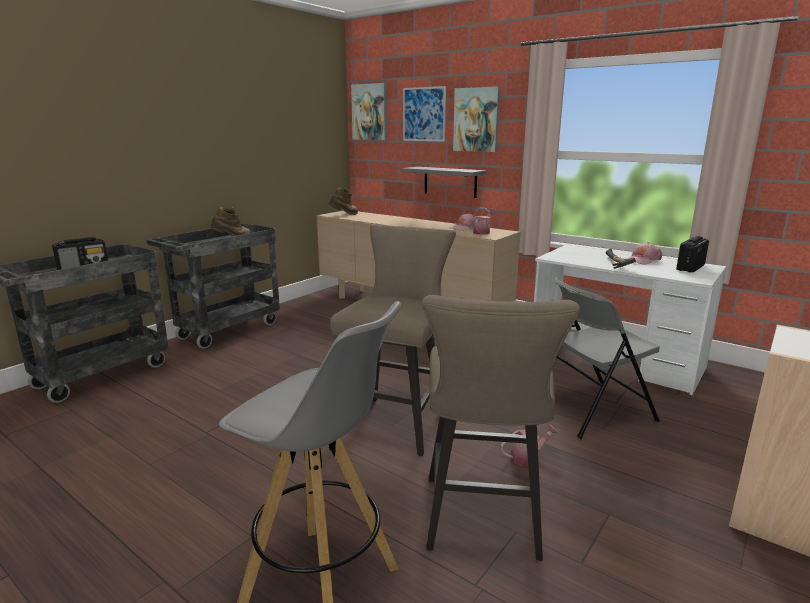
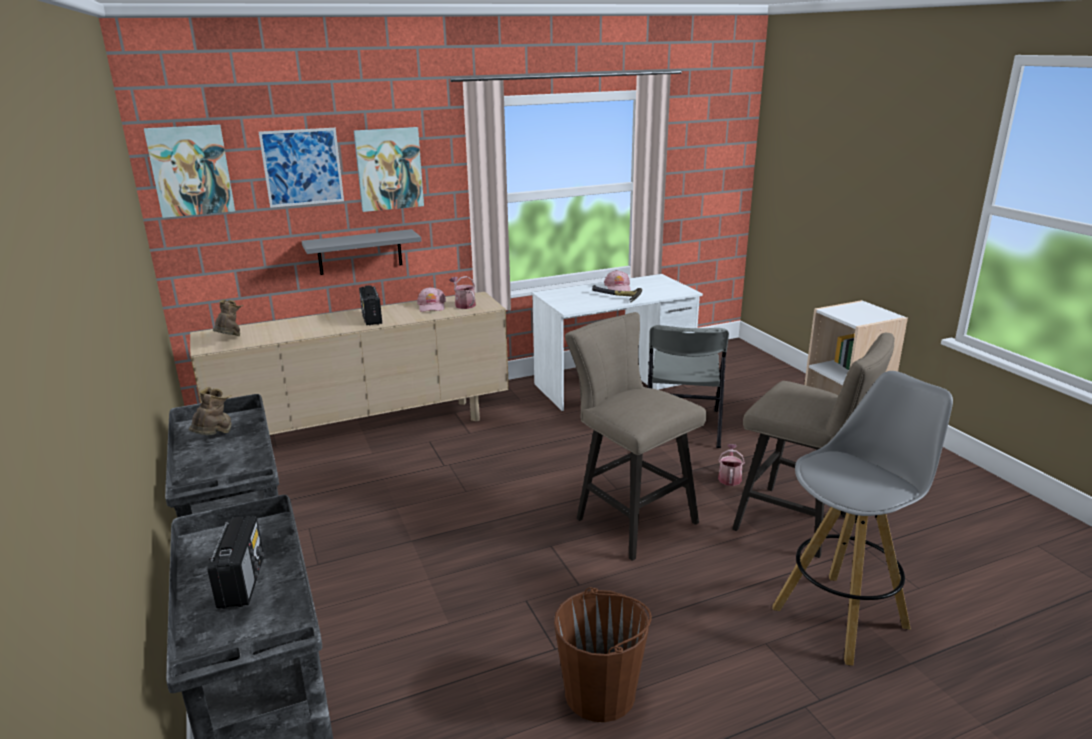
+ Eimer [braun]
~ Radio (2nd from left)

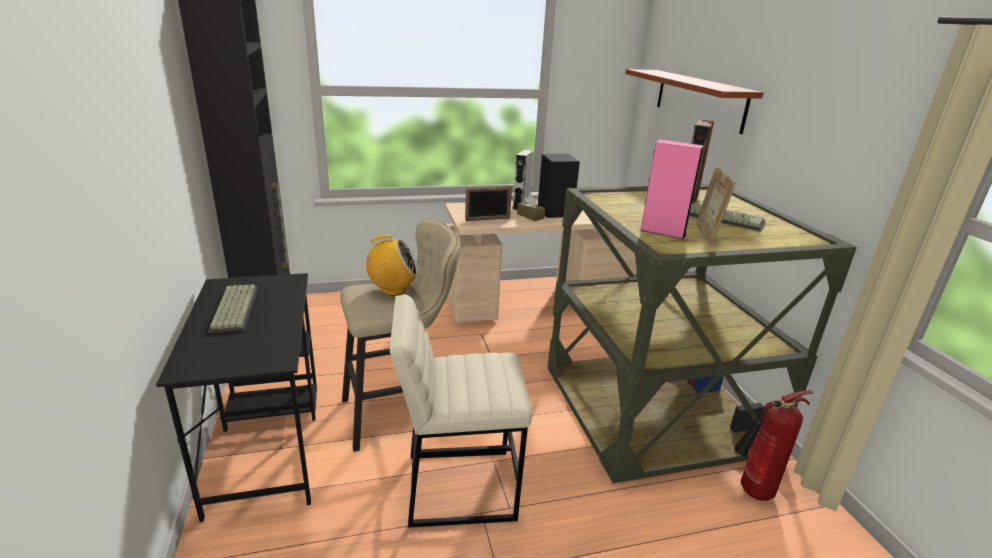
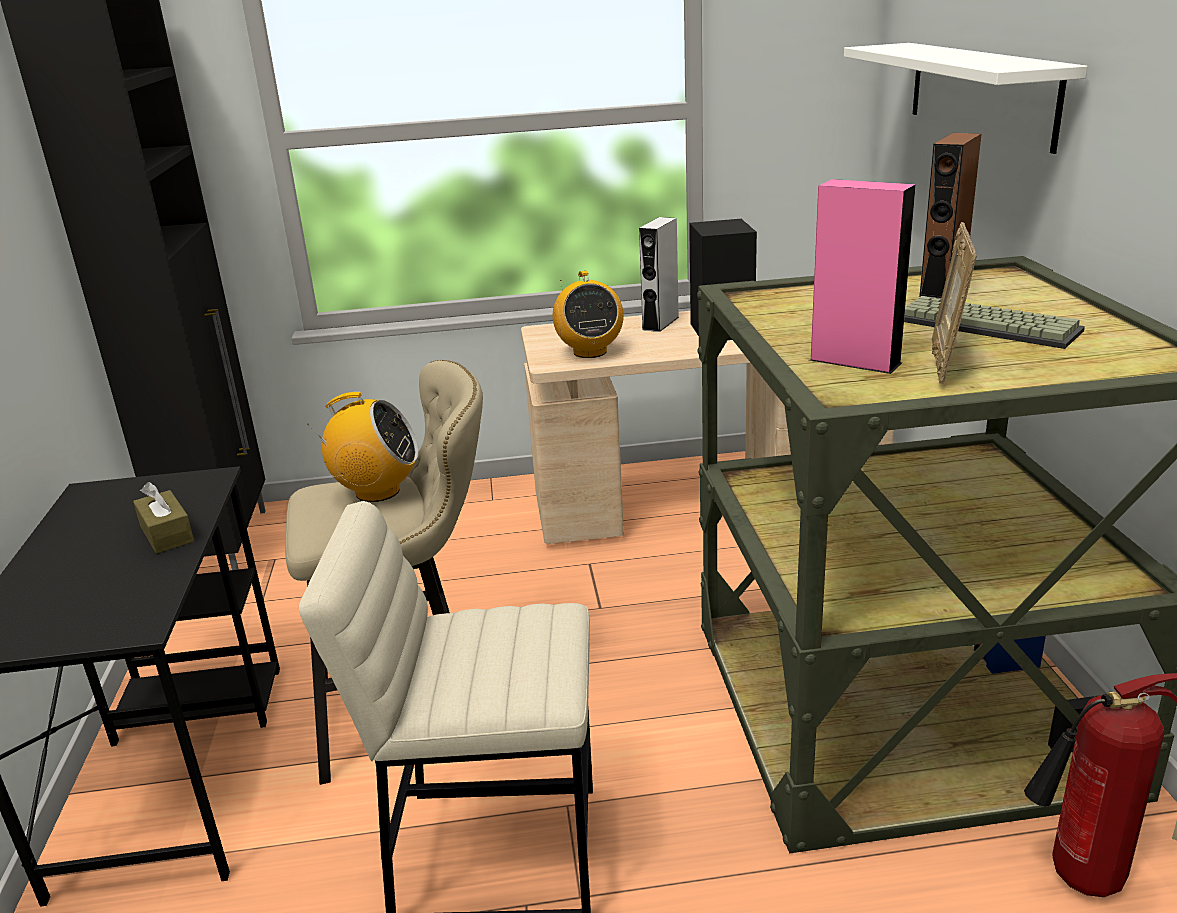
- Tastatur (1st from left)
~ Taschentuchbox [braun]
~ Bilderrahmen (1st from left) to Radio (2nd from left)
~ Wandregal [braun] to Wandregal [weiß]

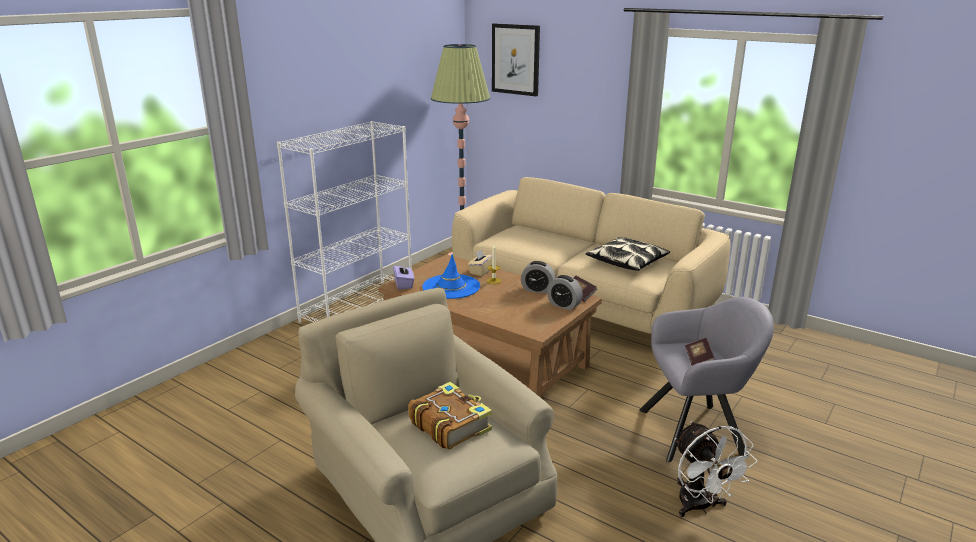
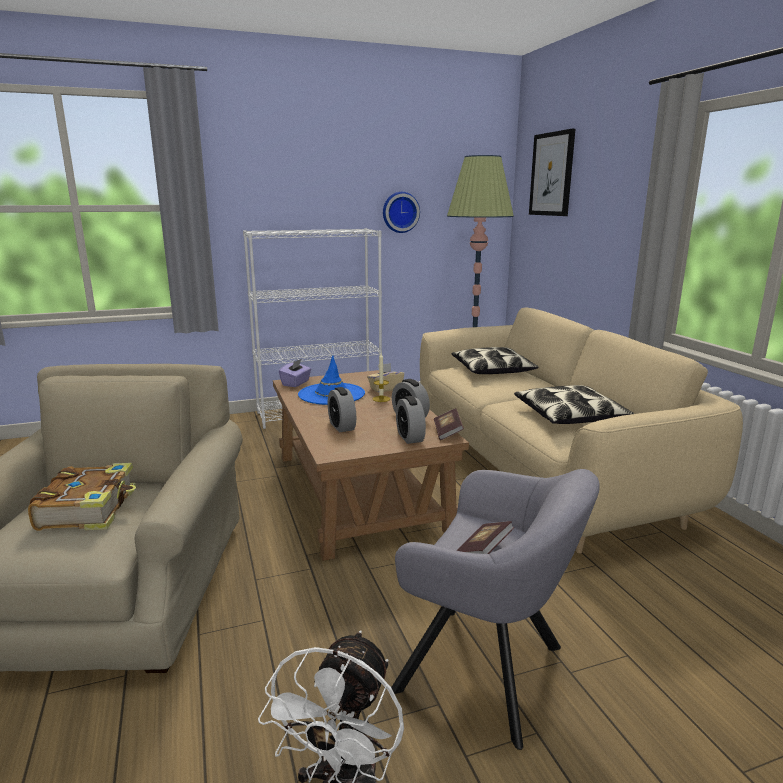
+ Wecker (1st from left)
+ Wanduhr
+ Kissen (1st from left)

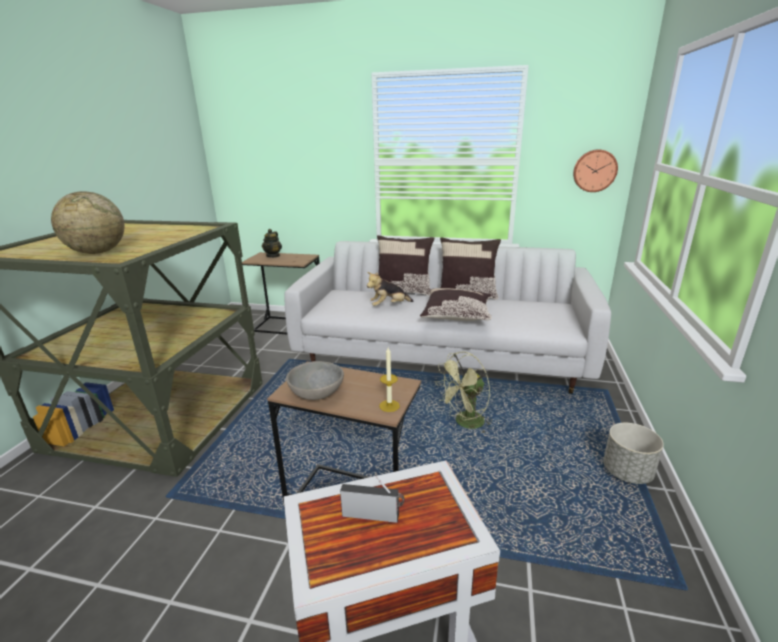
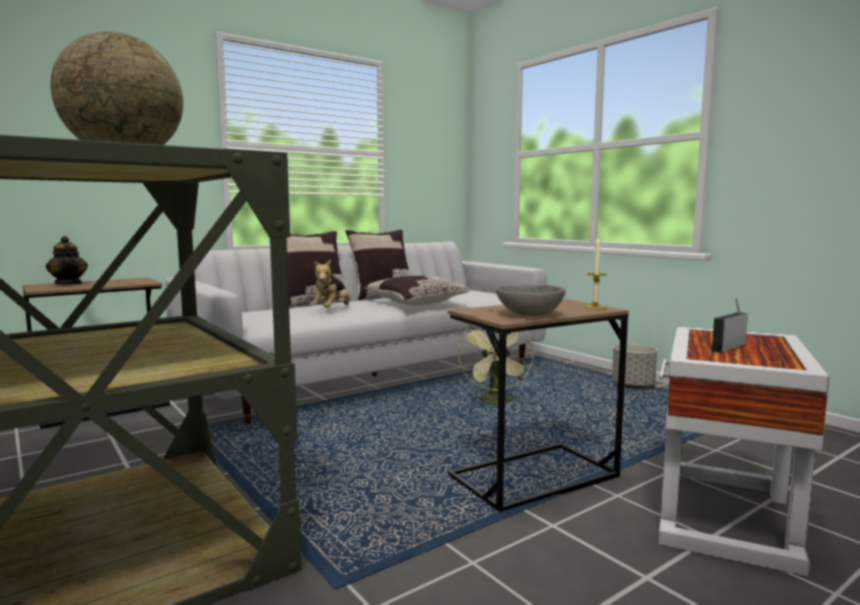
- Wanduhr

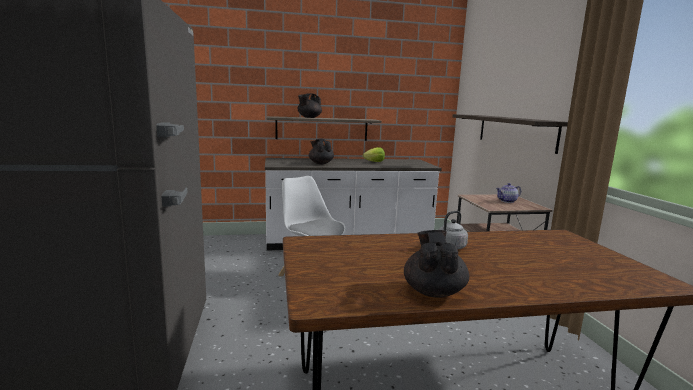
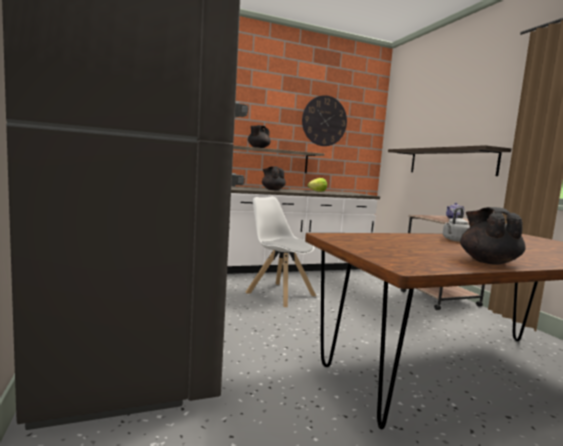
+ Wanduhr

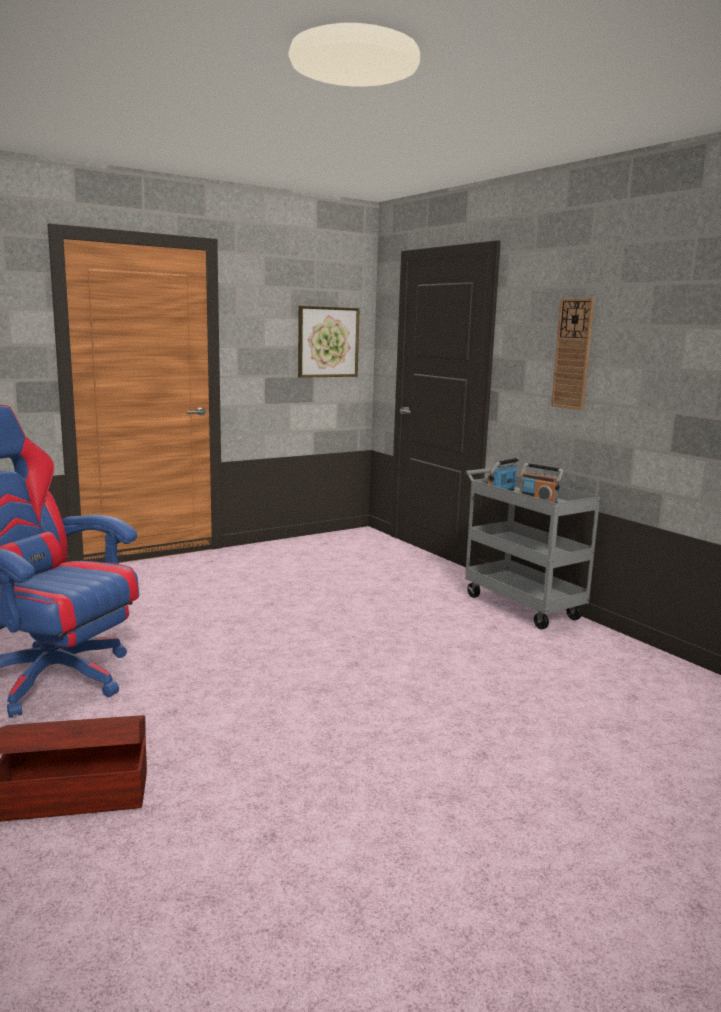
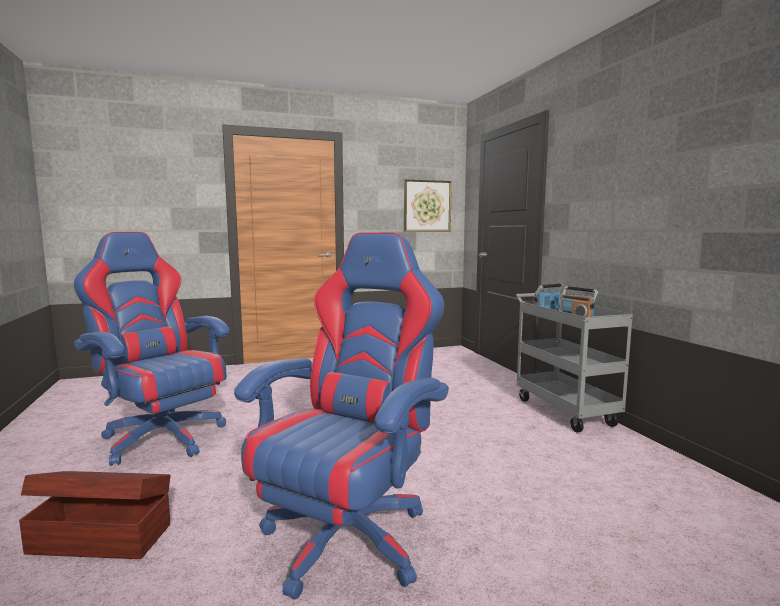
- Wanduhr
+ Bürostuhl [blau] (2nd from left)

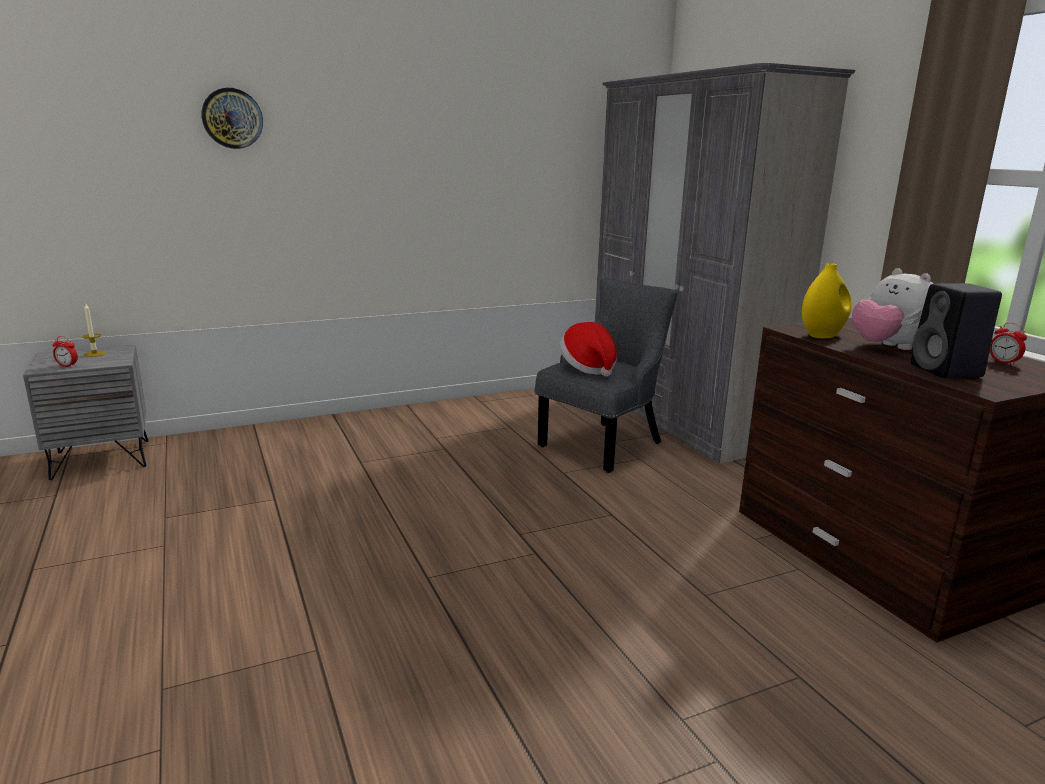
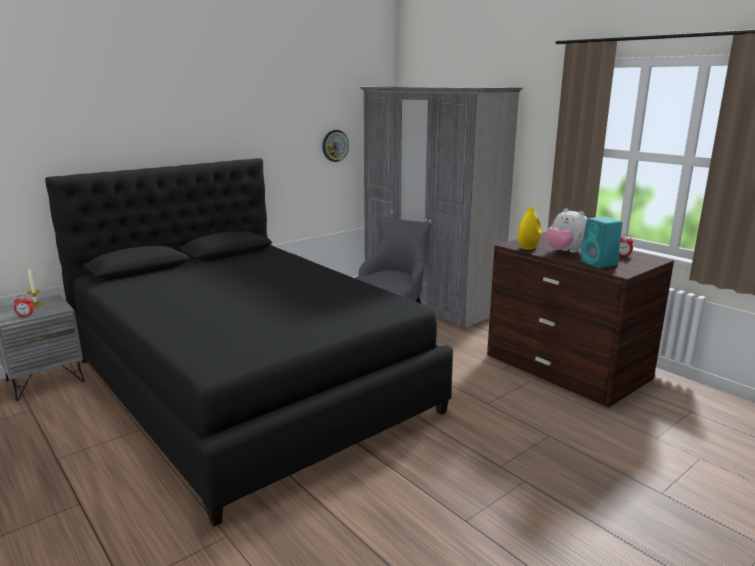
- Hut
+ Bett [schwarz]
~ Wanduhr
~ Lautsprecher [schwarz] to Lautsprecher [türkis]

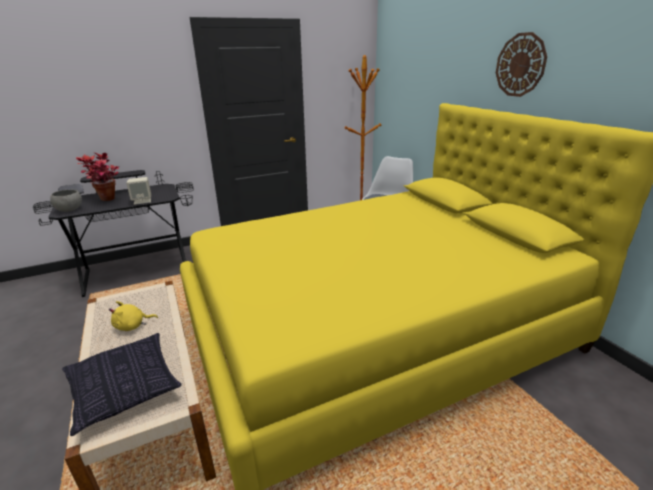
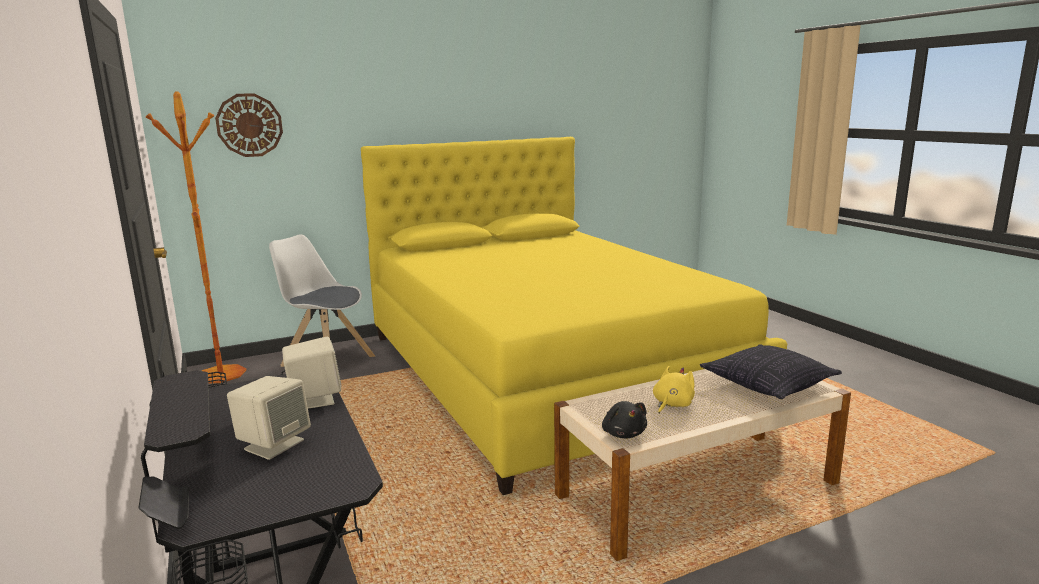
- Schüssel [grau]
+ Plüschtier [schwarz]
~ Wanduhr
~ Topfpflanze to Lautsprecher [beige] (1st from left)
~ Plüschtier [gelb] 120 degrees counterclockwise

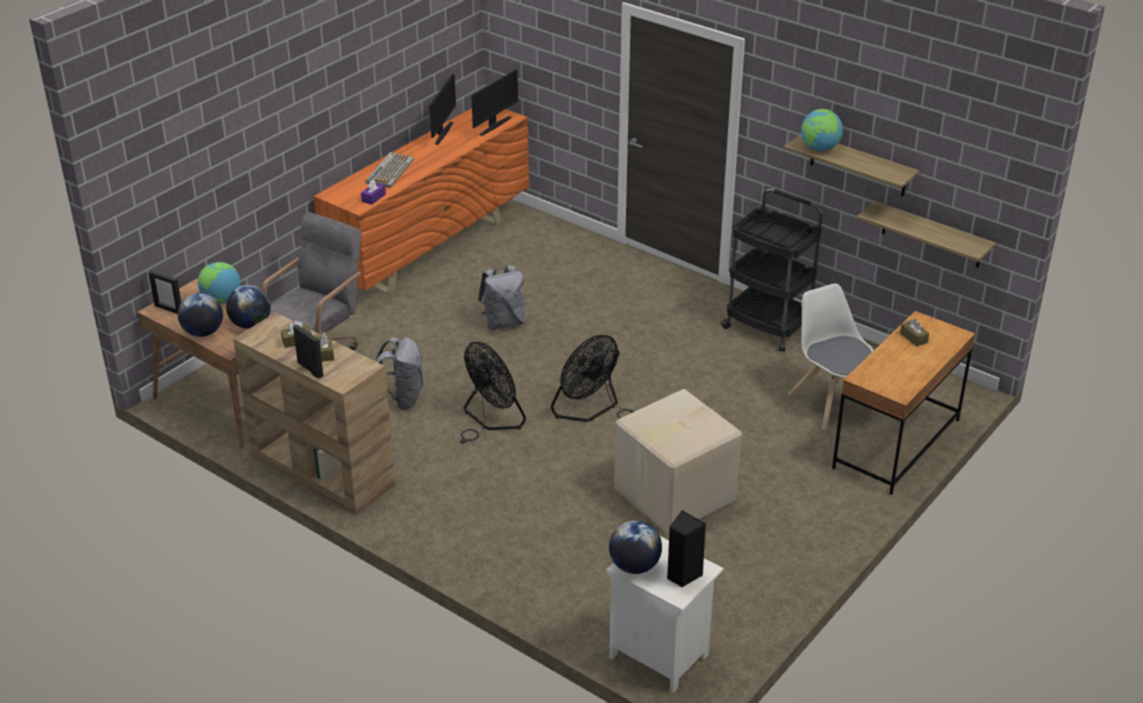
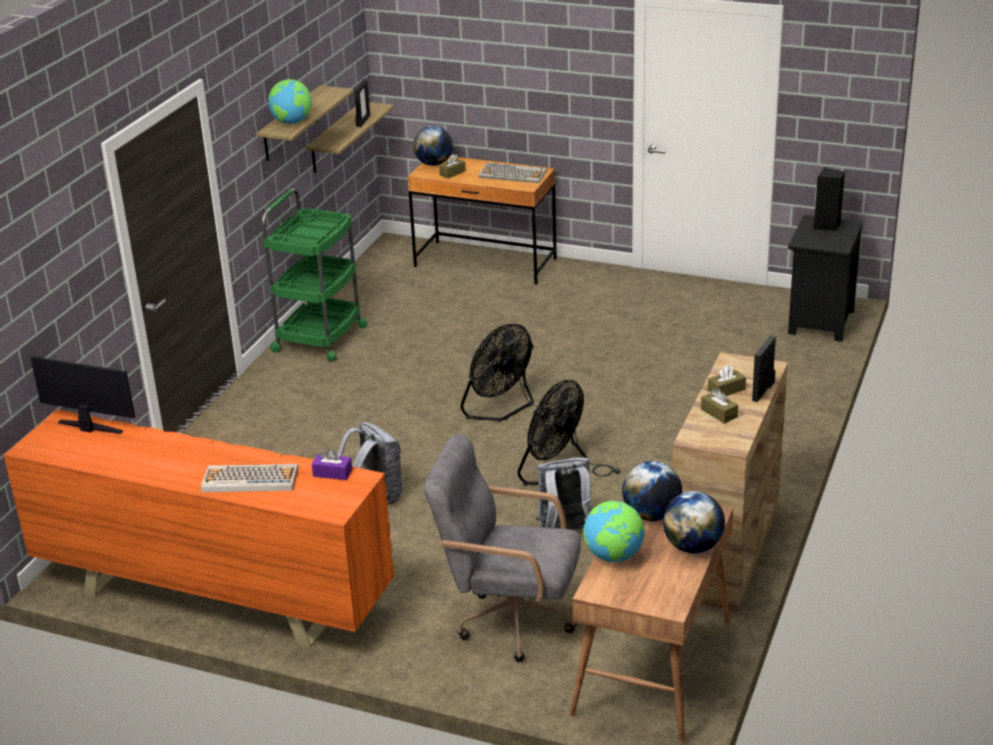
- Monitor (1st from left)
- Karton
- Stuhl
+ Tastatur (2nd from left)
~ Bilderrahmen (1st from left)
~ Globus (4th from left in the first image) to Globus (2nd from left)
~ Nachttisch [weiß] to Nachttisch [schwarz]
~ Rollwagen [schwarz] to Rollwagen [grün]
~ Ventilator [schwarz] (2nd from left in the first image) 105 degrees clockwise

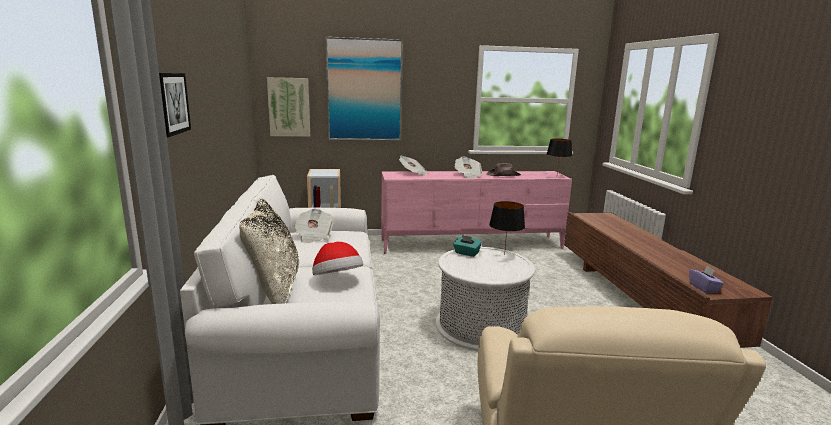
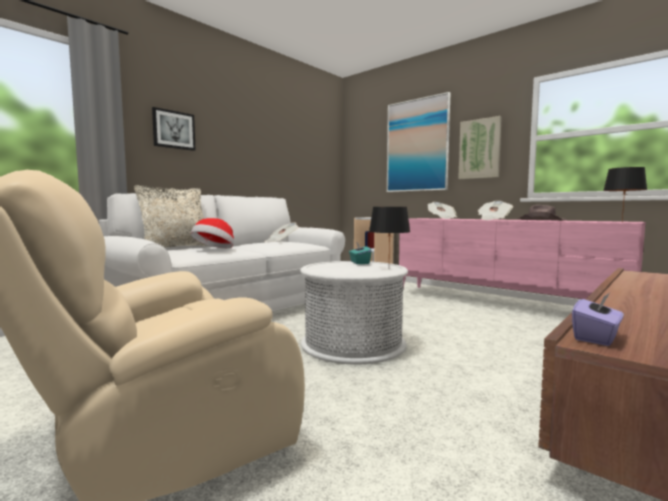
~ Bild (2nd from left in the first image) to Bild (3rd from left)

